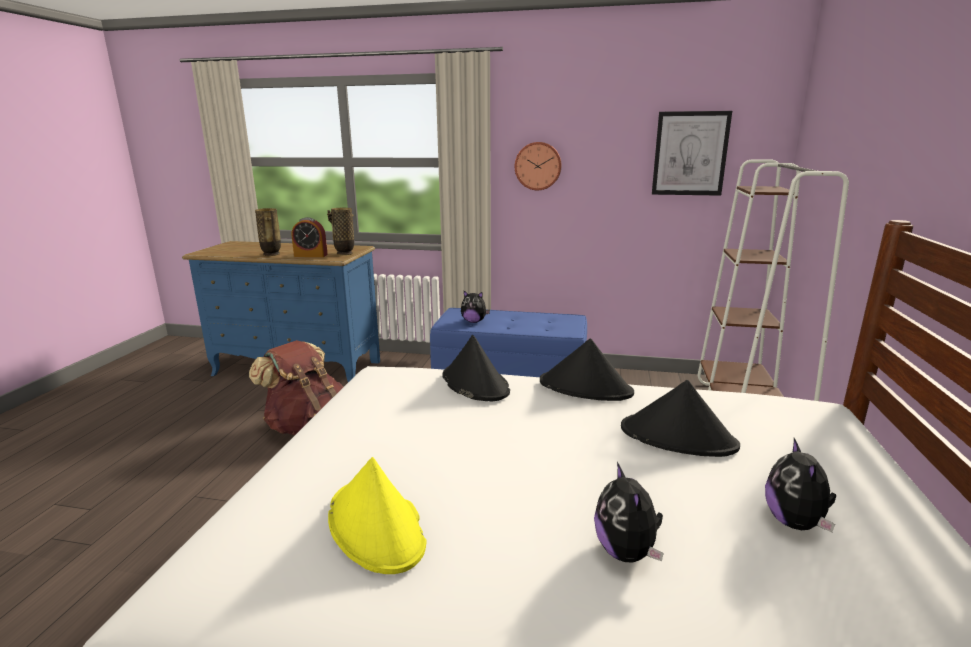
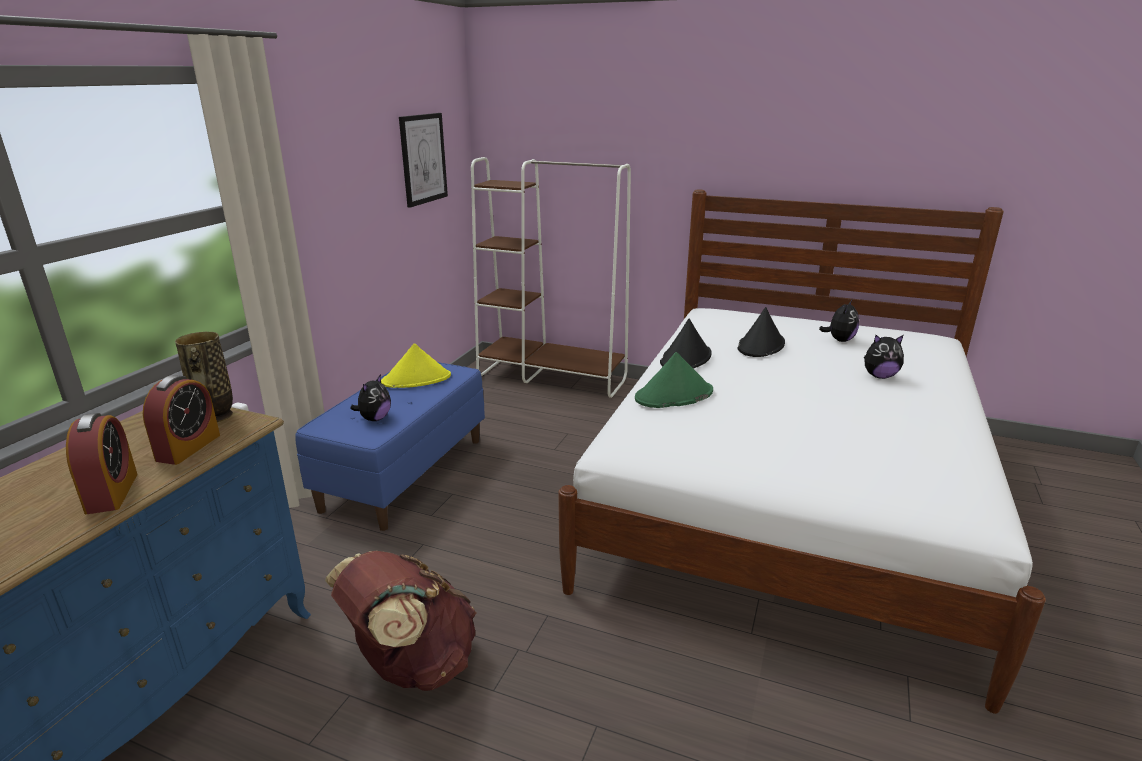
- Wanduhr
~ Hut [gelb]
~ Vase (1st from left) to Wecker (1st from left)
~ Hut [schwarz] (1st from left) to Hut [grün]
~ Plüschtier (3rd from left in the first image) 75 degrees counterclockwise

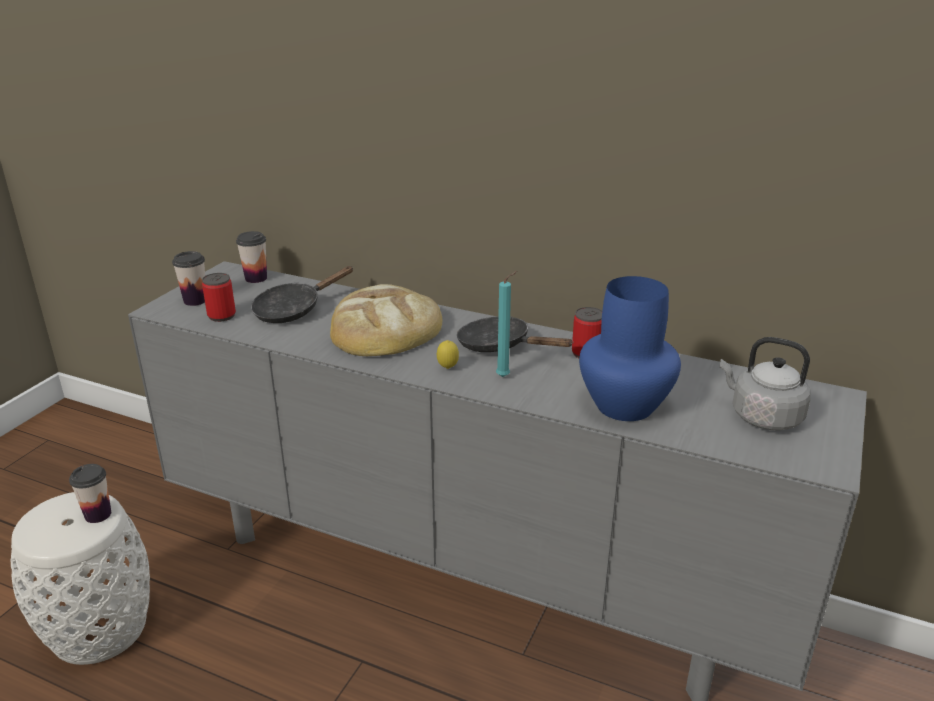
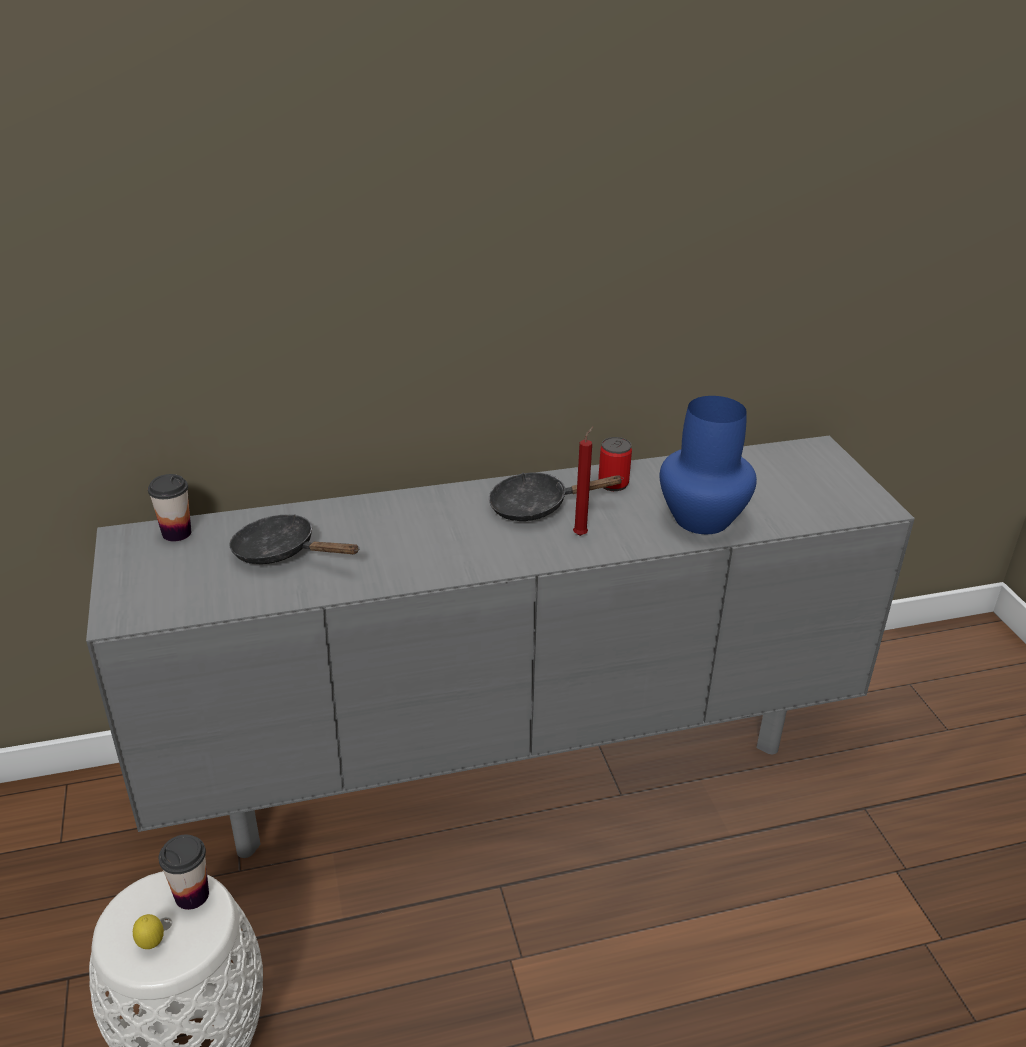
- Tasse (2nd from left)
- Dose (1st from left)
- Brot
- Wasserkessel [grau]
~ Zitrone
~ Kerze [türkis] to Kerze [rot]
~ Pfanne [schwarz] (1st from left) 105 degrees clockwise

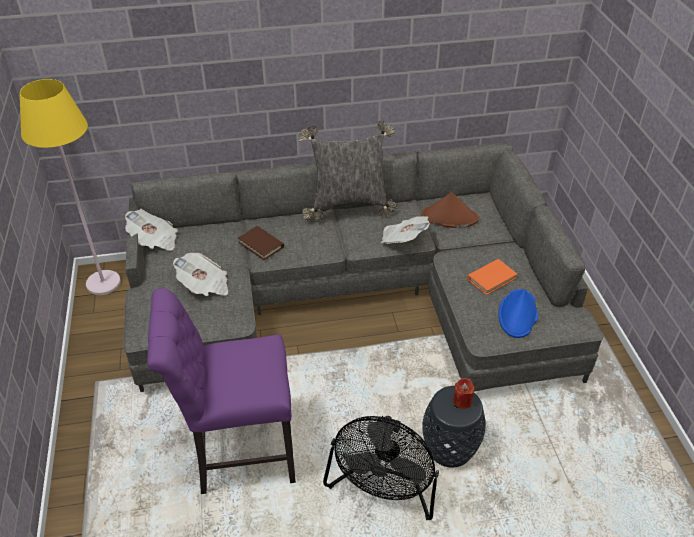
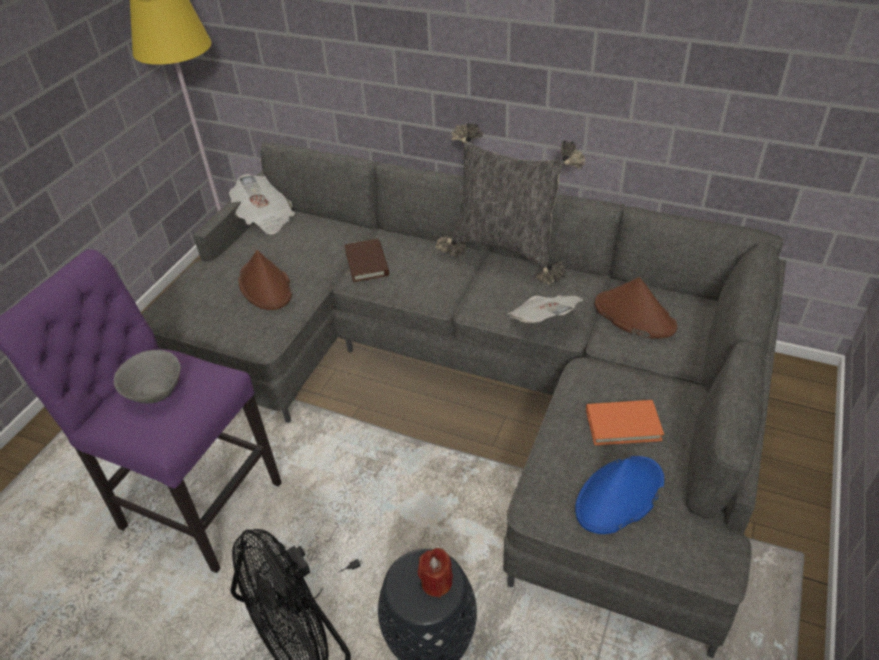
+ Schüssel [grau]
~ Zeitung (2nd from left) to Hut [braun] (1st from left)

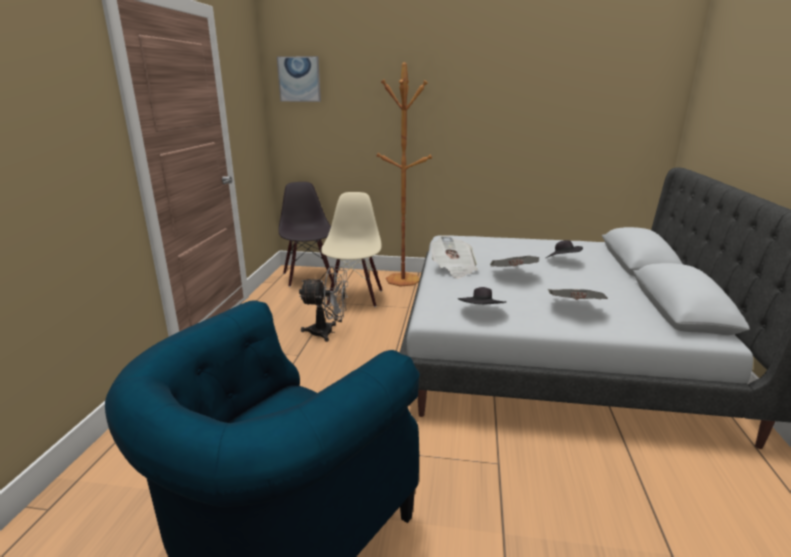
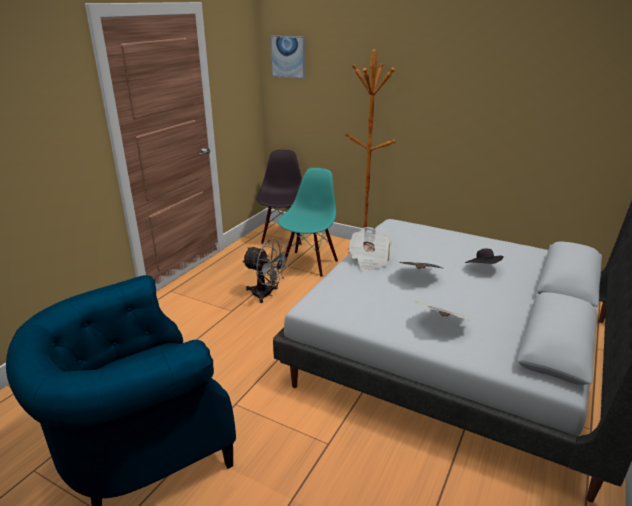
- Hut [schwarz] (1st from left)
~ Stuhl [beige] to Stuhl [türkis]

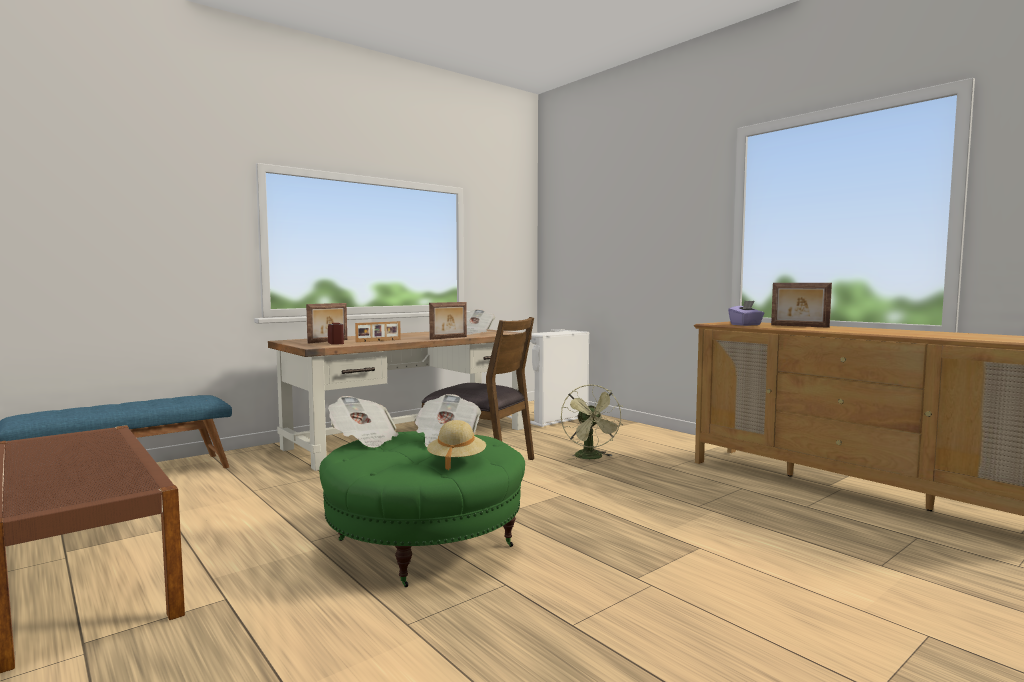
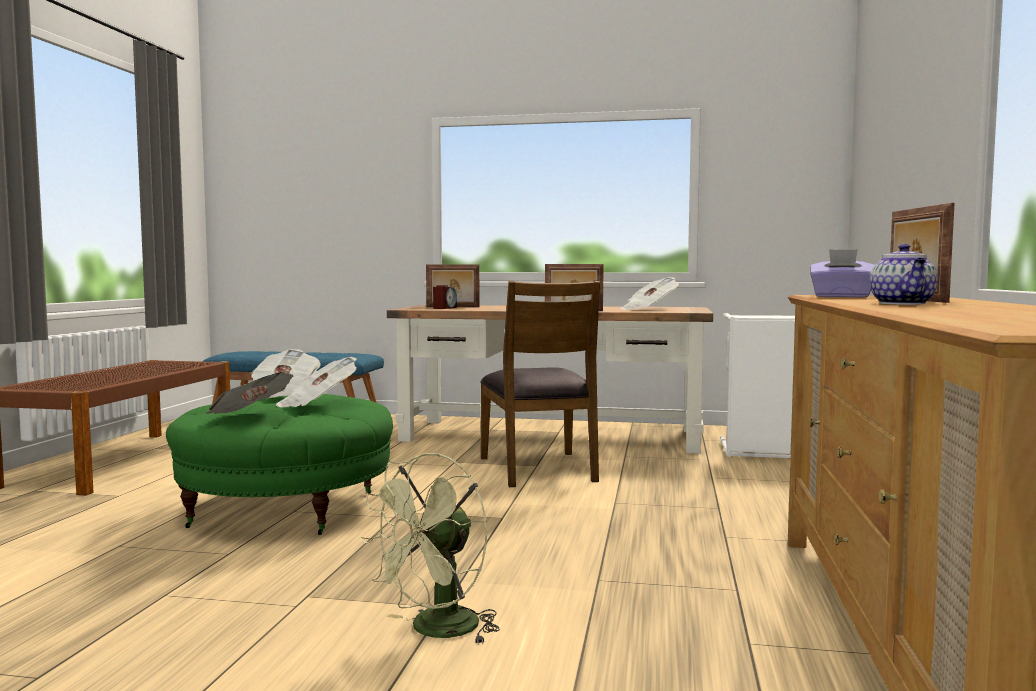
- Bilderrahmen (2nd from left)
+ Teekanne
~ Ventilator [grün]
~ Hut [beige] to Zeitung (1st from left)

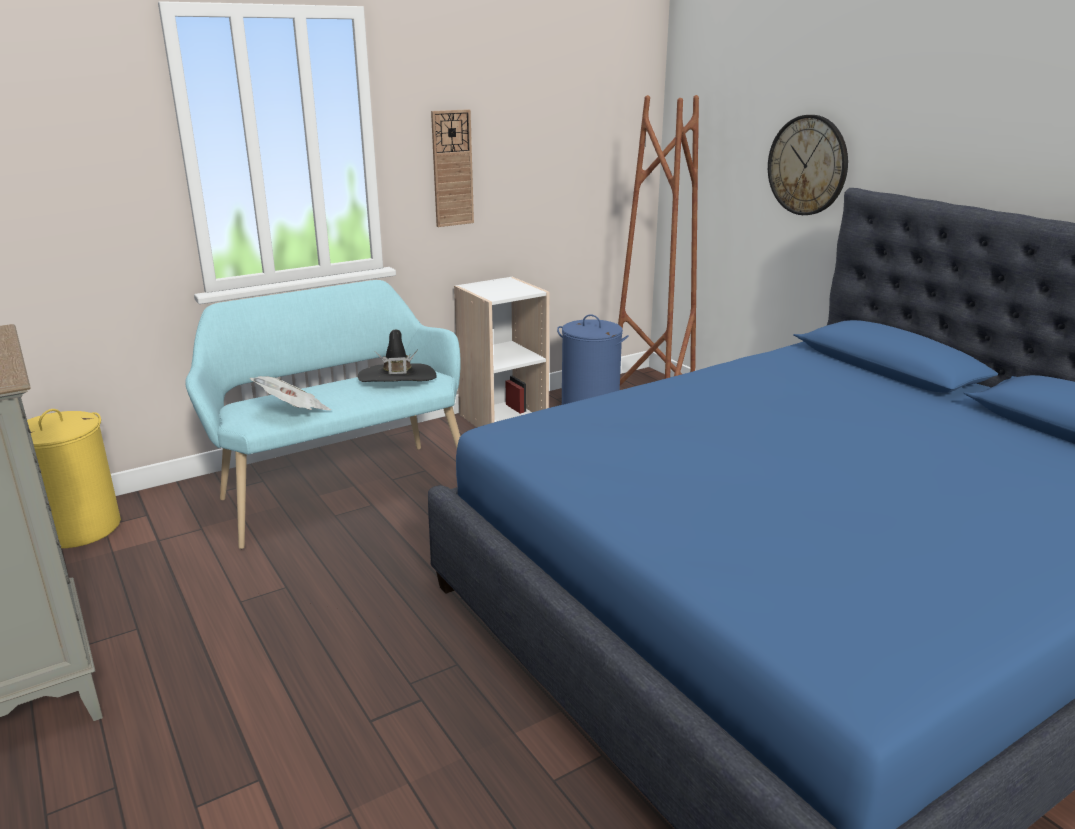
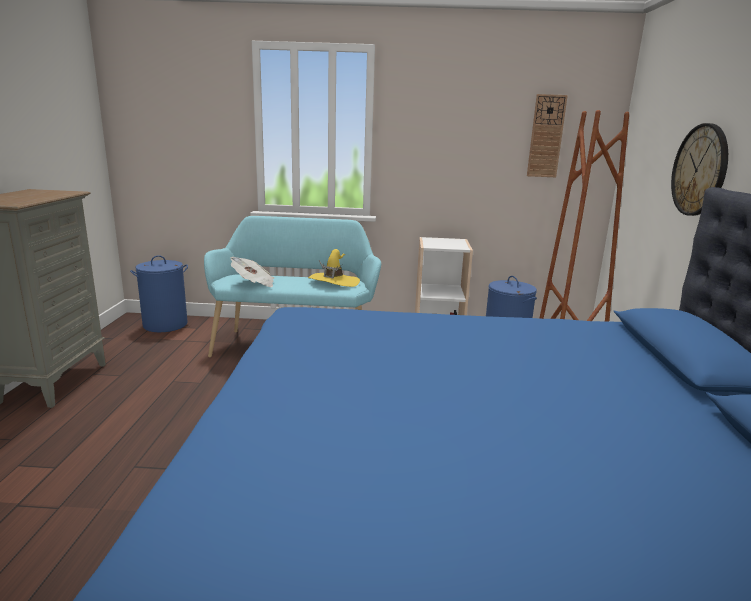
~ Wanduhr (1st from left)
~ Wäschekorb [gelb] to Wäschekorb [blau] (1st from left)
~ Hut [schwarz] to Hut [gelb]

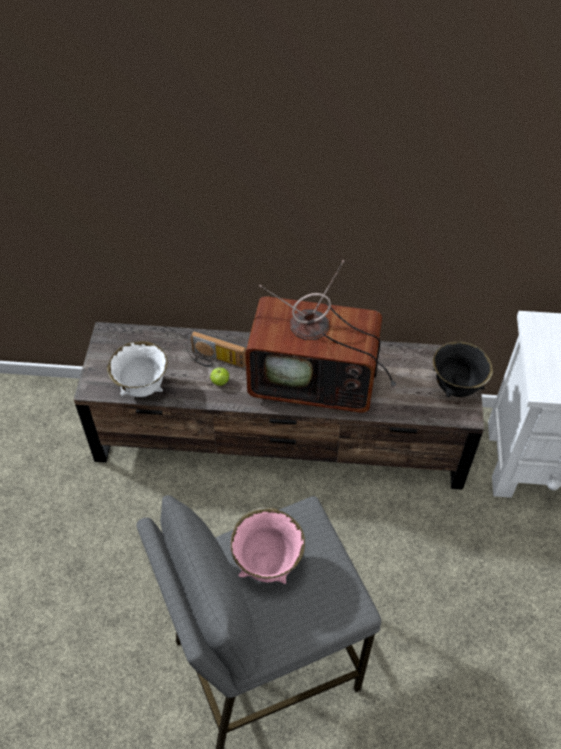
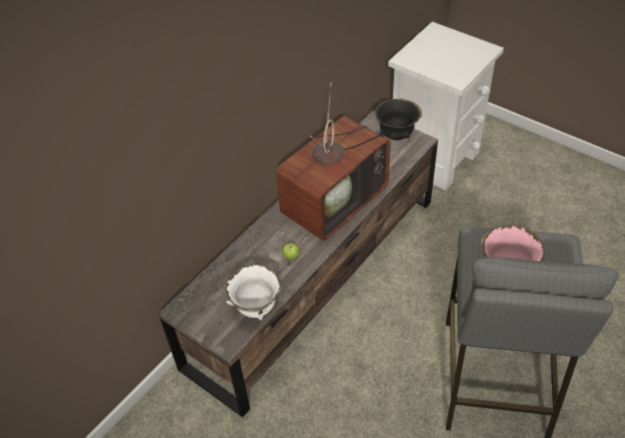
- Radio

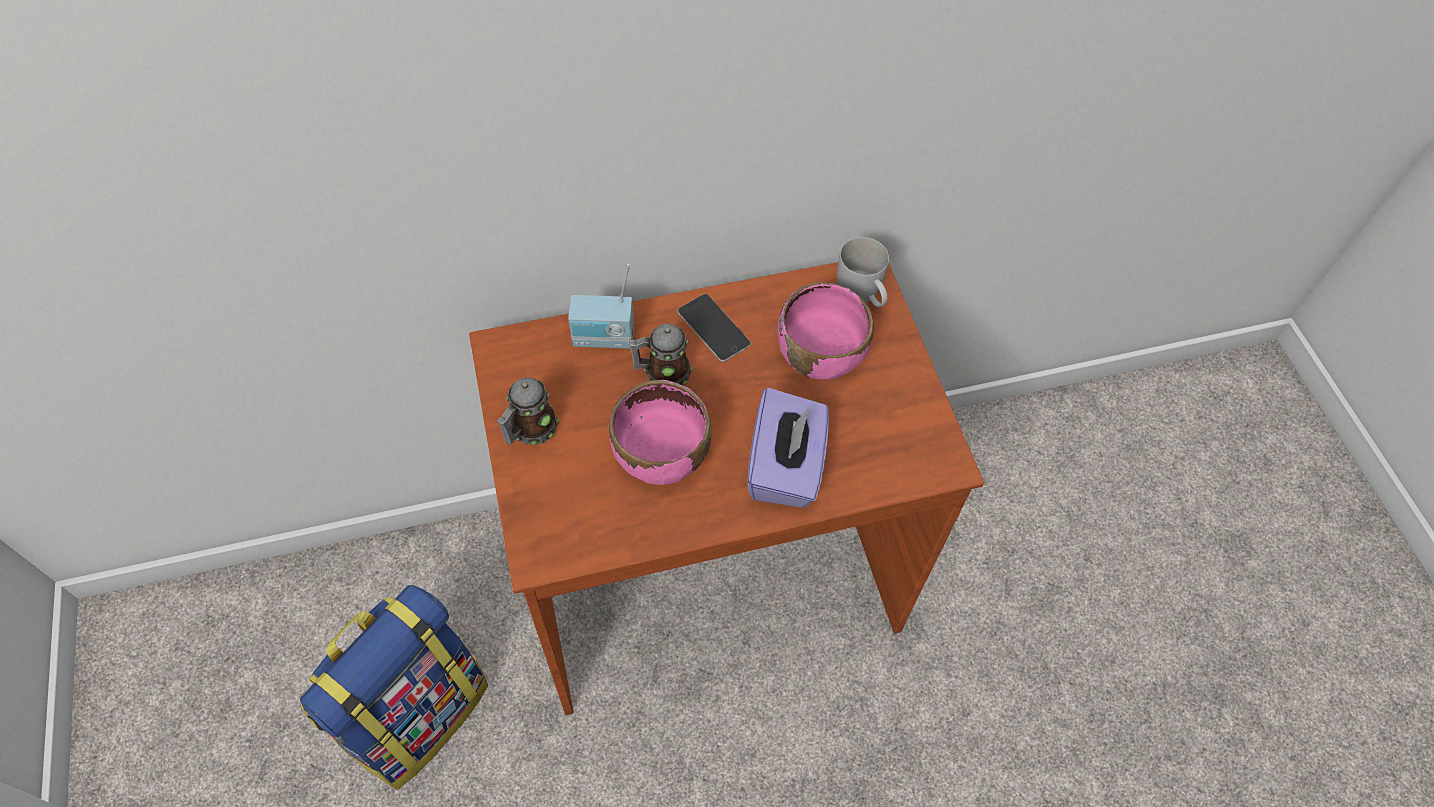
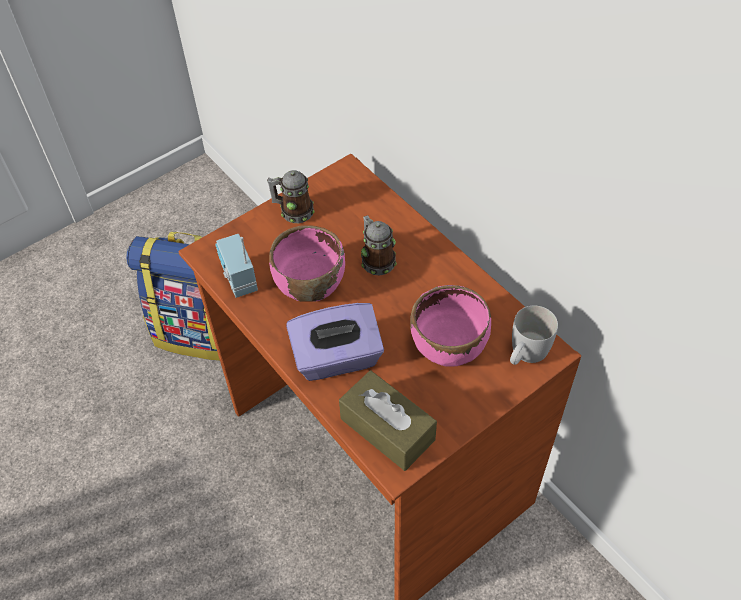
- Handy
+ Taschentuchbox [braun]
~ Radio

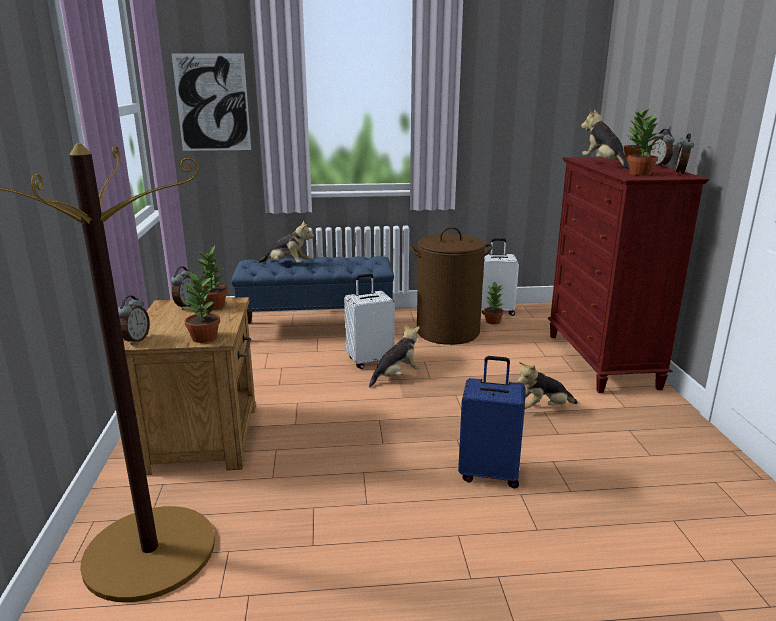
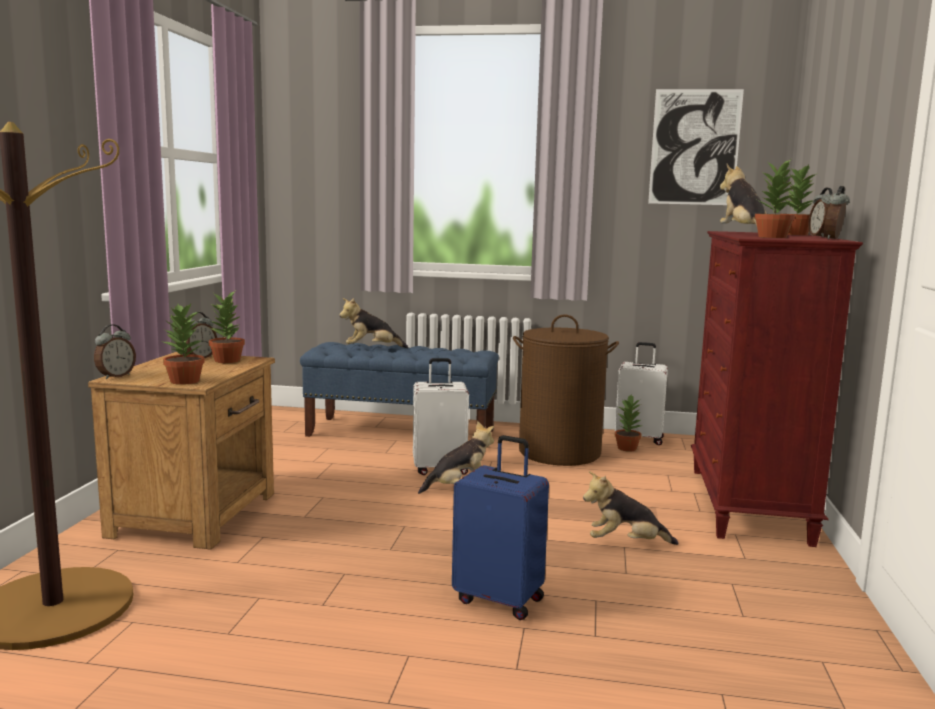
~ Bild
~ Plüschtier (1st from left) 135 degrees clockwise

